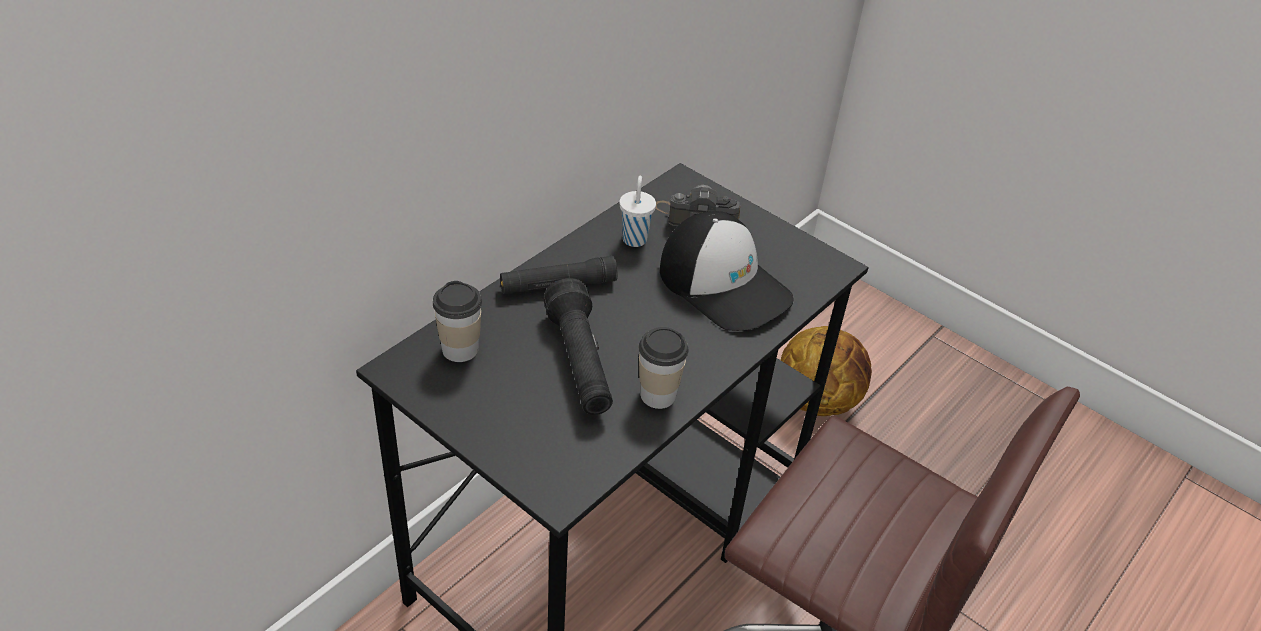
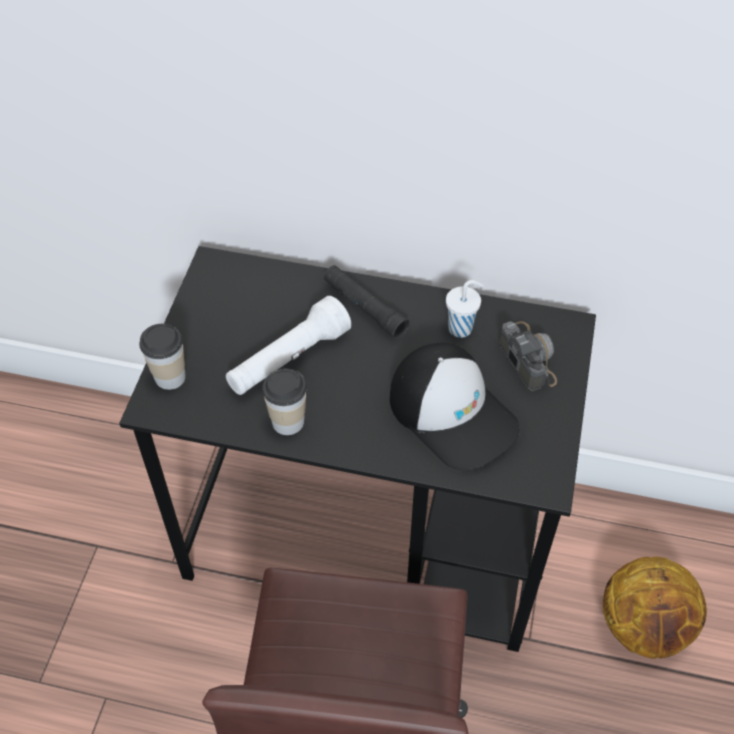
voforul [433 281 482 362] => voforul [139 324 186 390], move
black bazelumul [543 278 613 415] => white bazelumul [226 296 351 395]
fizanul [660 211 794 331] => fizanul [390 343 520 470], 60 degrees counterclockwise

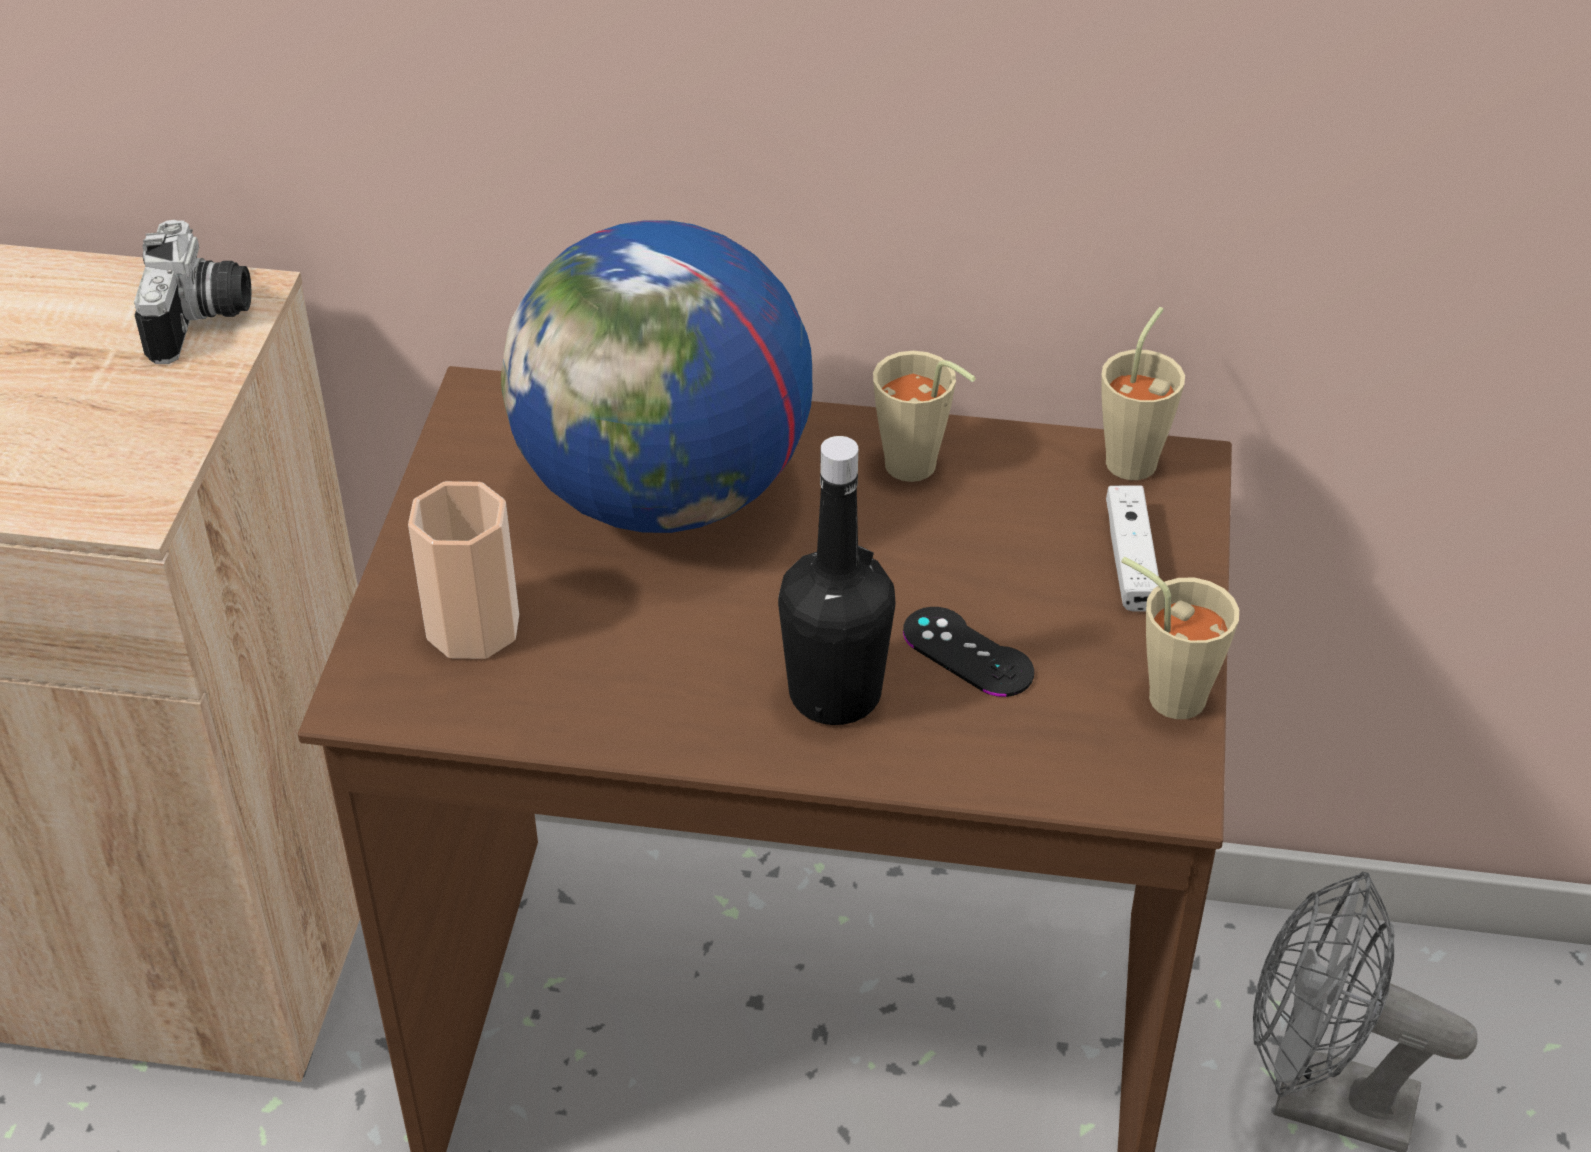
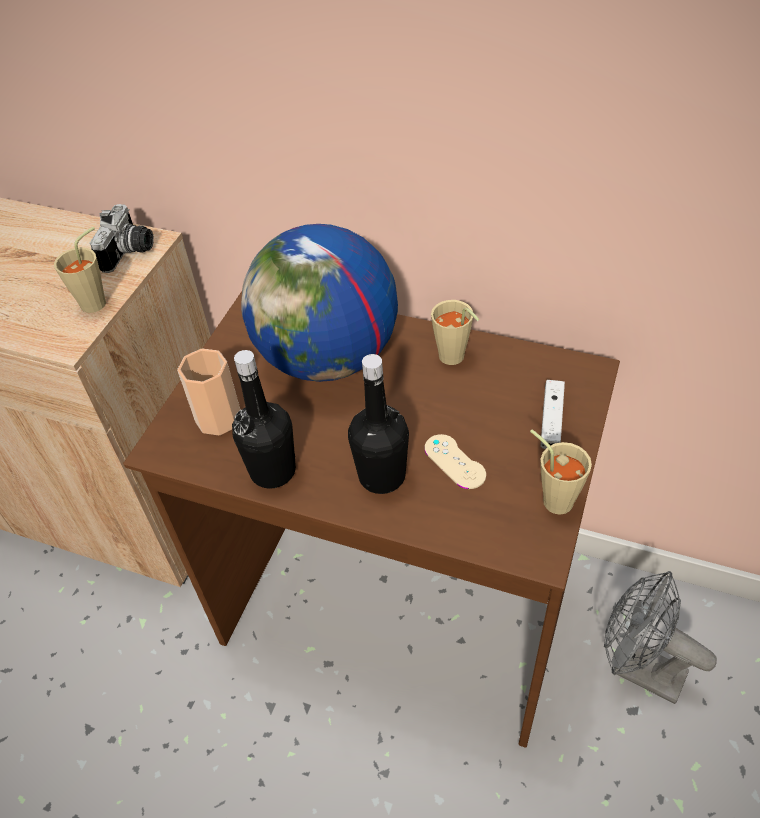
nothing => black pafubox [232 350 296 489]
beige voforul [1101 307 1185 480] => beige voforul [54 227 106 313], move
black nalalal [903 607 1034 697] => beige nalalal [425 434 486 489]

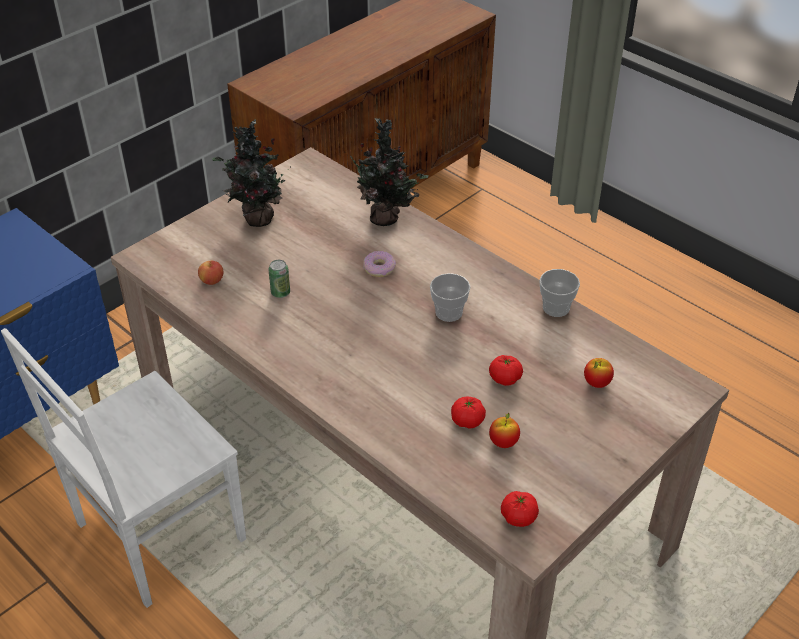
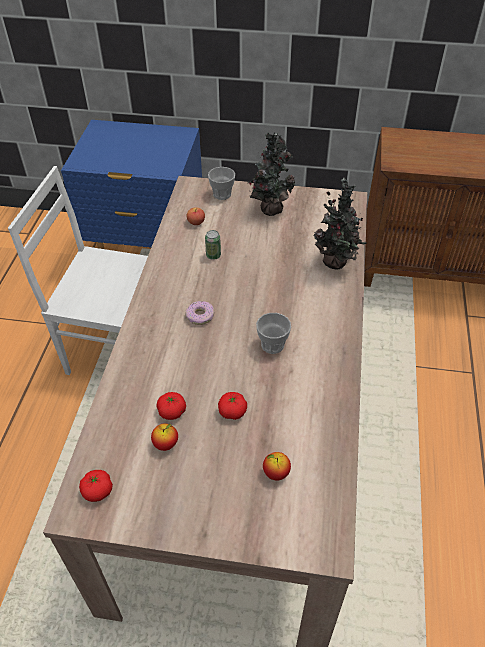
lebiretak [363 251 396 277] => lebiretak [185 301 215 325], move
voforul [539 269 580 317] => voforul [208 167 235 200], move

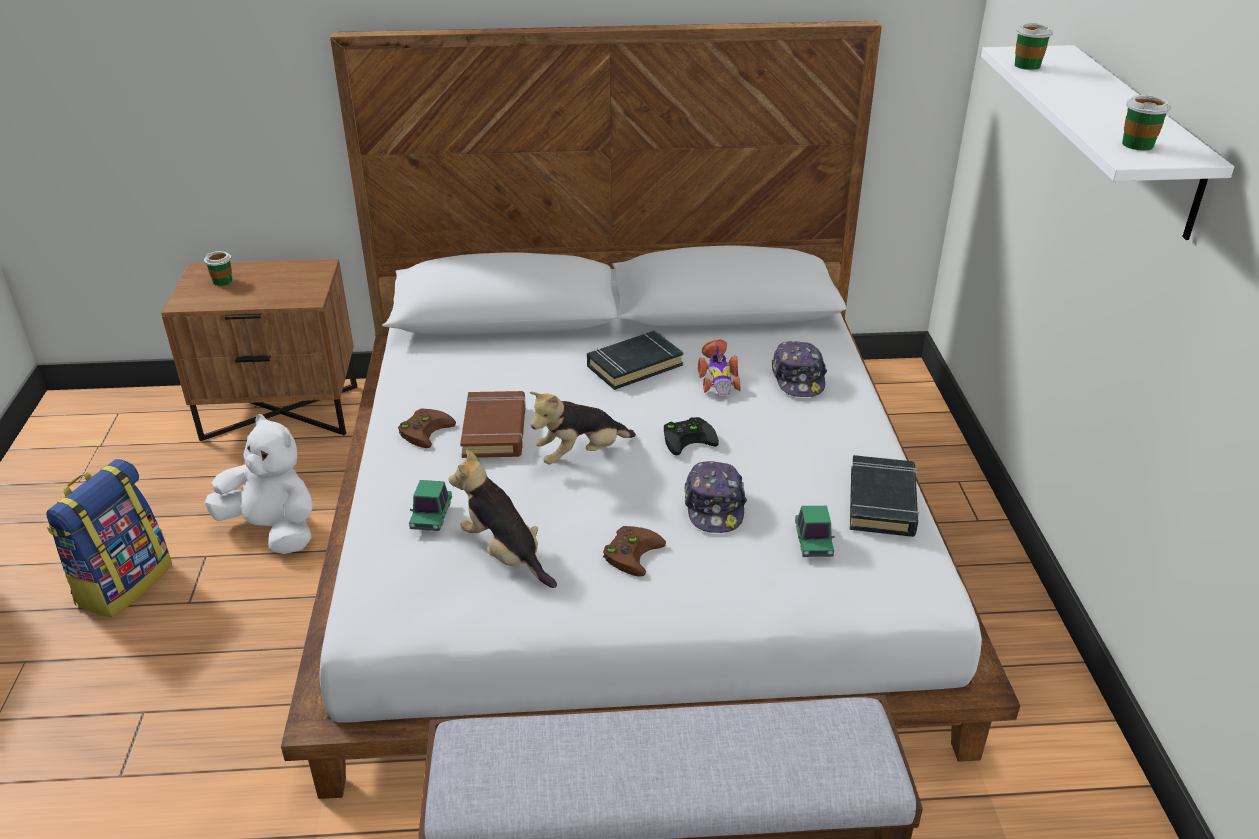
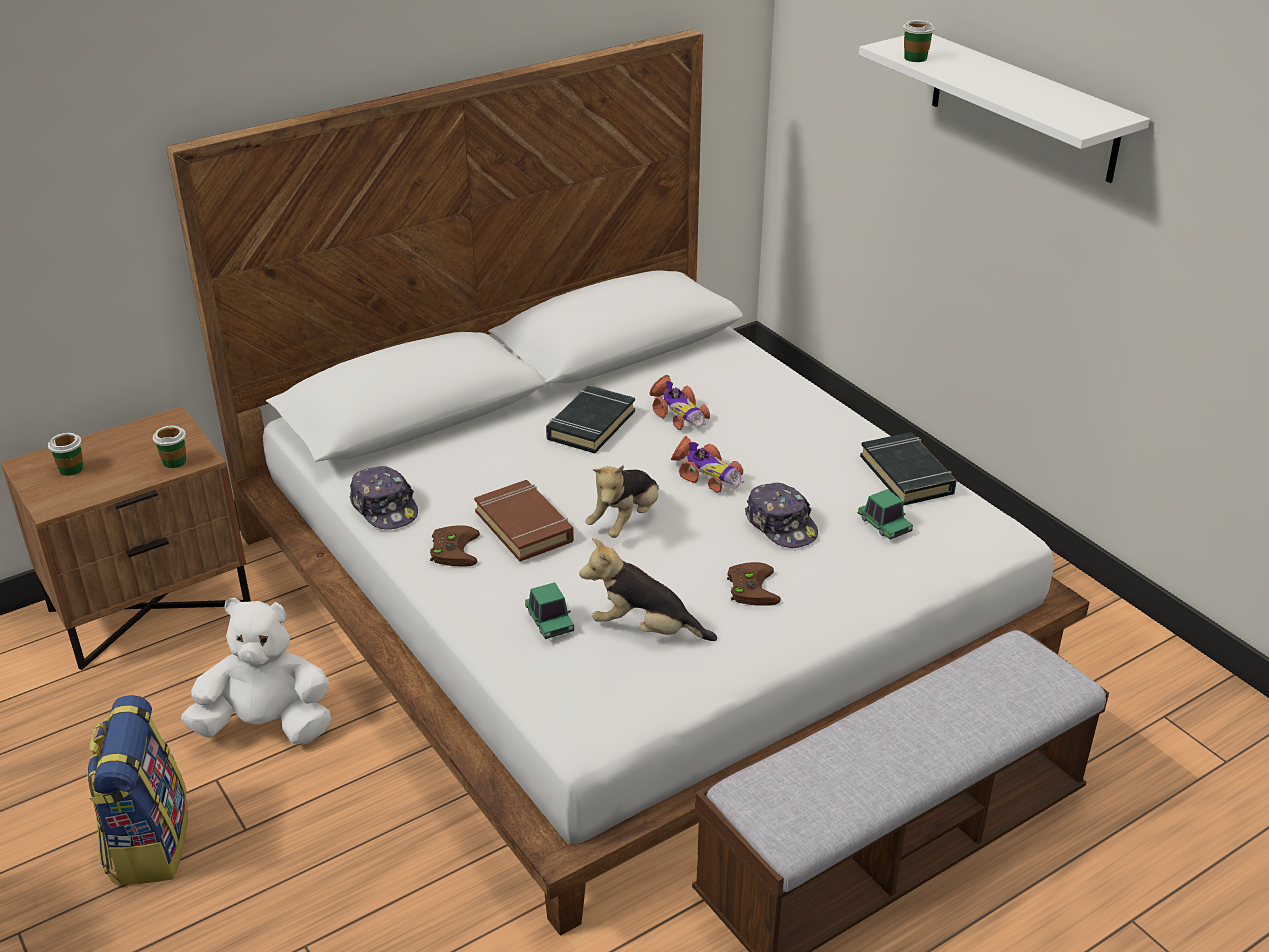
fizanul [772 341 827 397] => fizanul [350 466 418 530], move
voforul [1122 95 1171 151] => voforul [152 426 186 468], move
black nalalal [664 417 719 456] => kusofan [671 436 744 493]

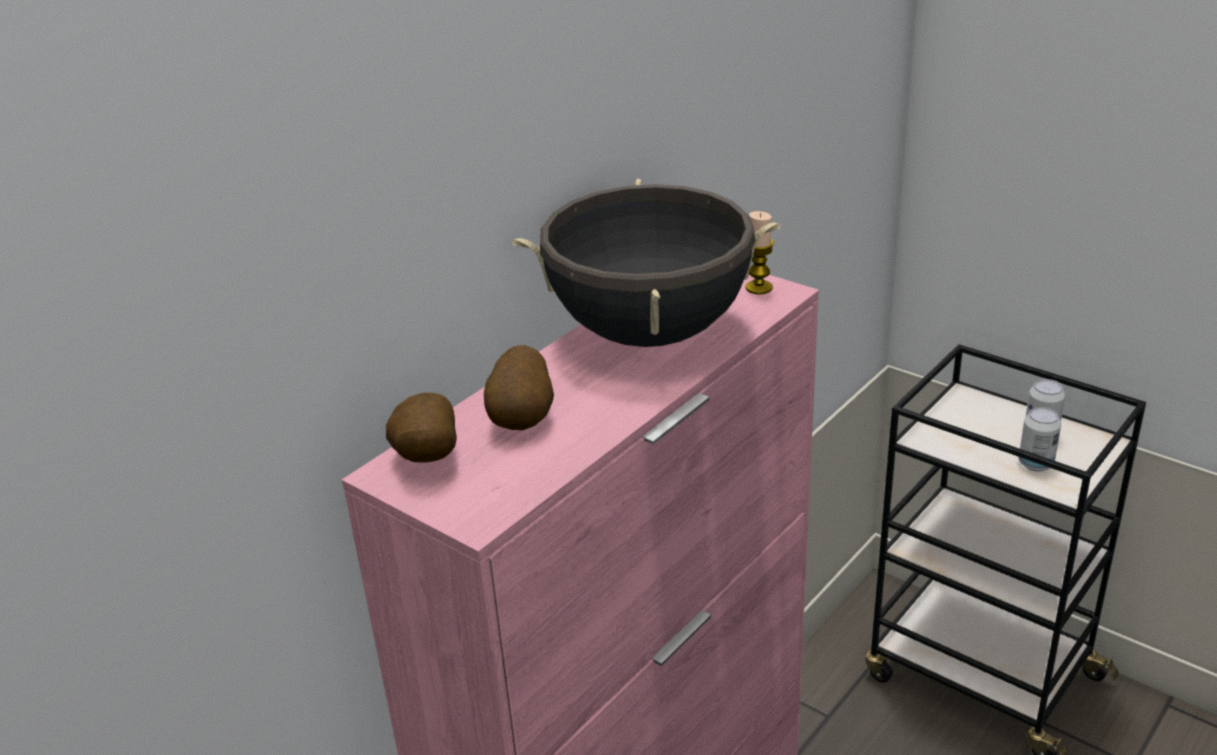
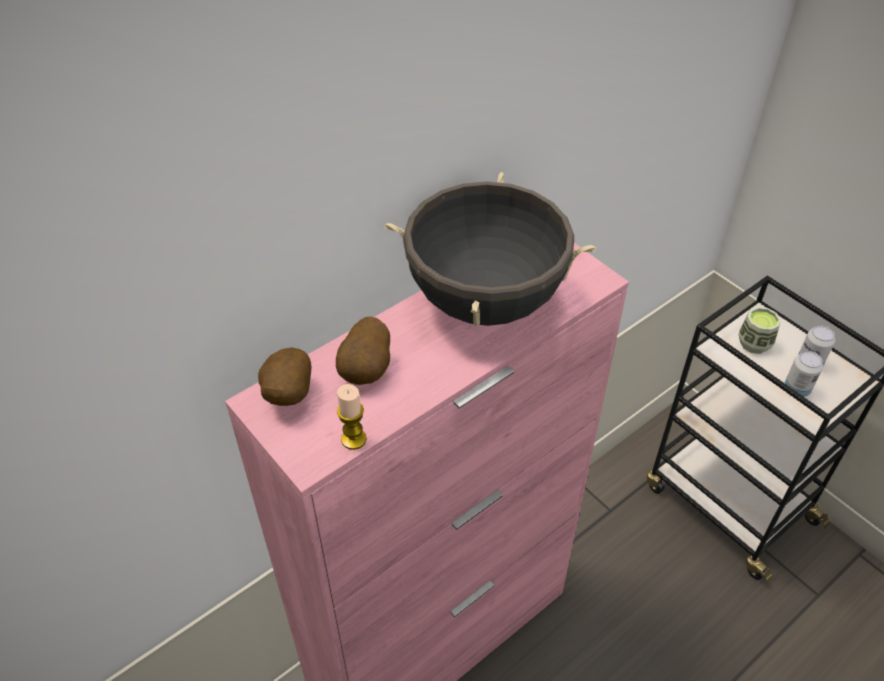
nothing => voforul [738 307 781 354]
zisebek [746 211 774 295] => zisebek [337 384 367 450], move

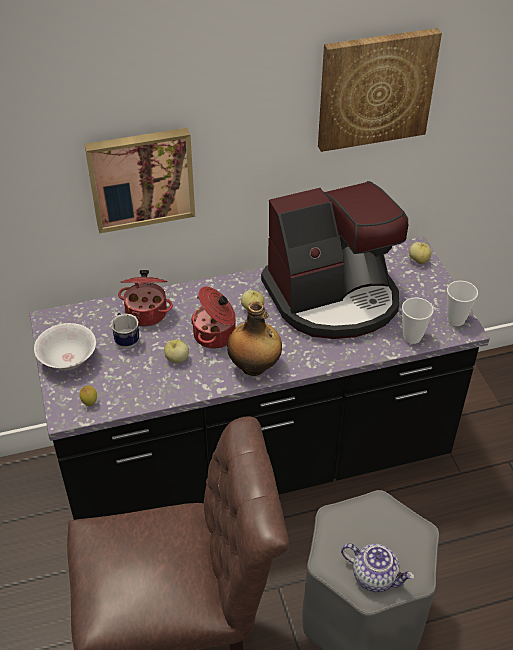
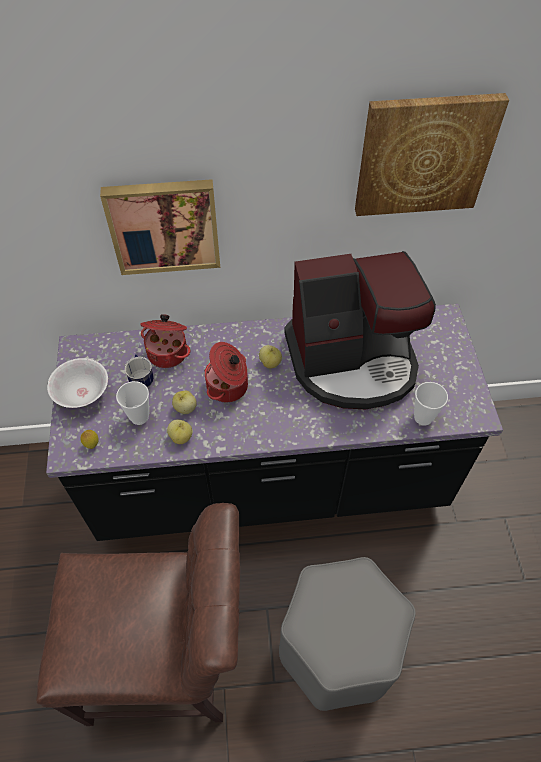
pafubox [227 301 282 376] => nothing
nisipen [341 543 414 592] => nothing
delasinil [409 242 431 264] => delasinil [167 419 192 444], move
voforul [447 281 478 326] => voforul [116 381 149 425], move

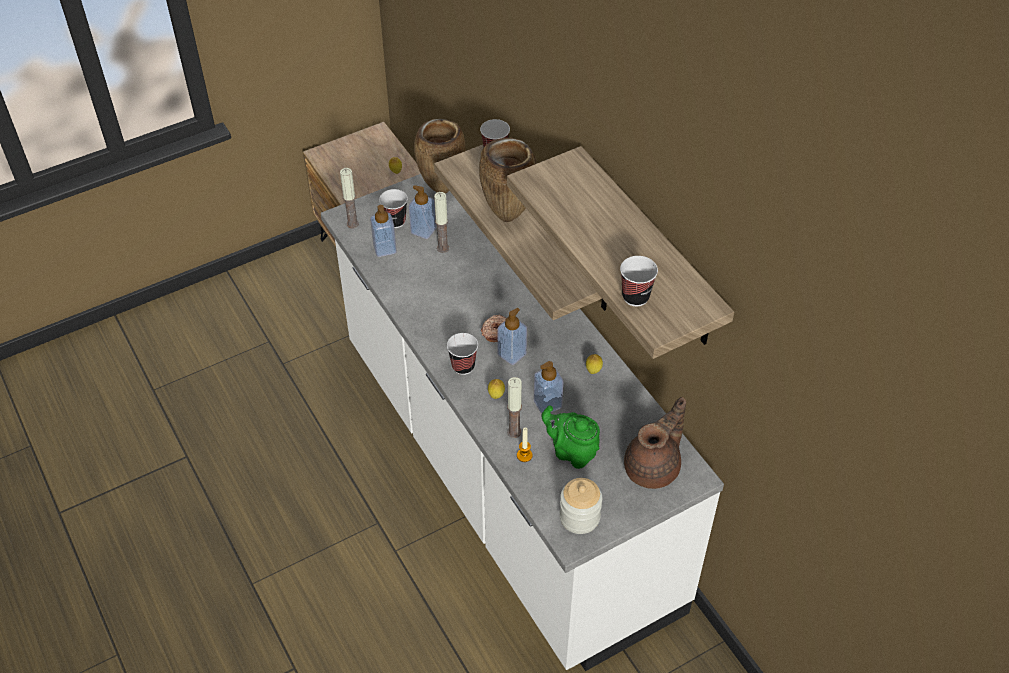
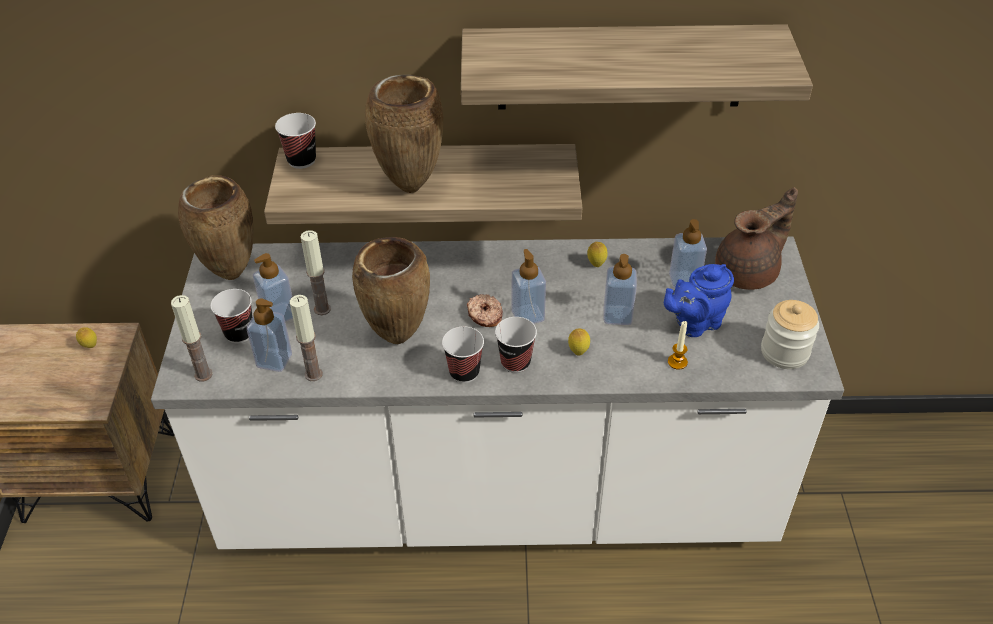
nothing => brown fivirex [352 237 430 344]
nothing => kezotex [669 219 707 289]
zisebek [507 377 522 438] => zisebek [290 295 323 381], move
voforul [620 256 658 306] => voforul [442 326 484 383], move
green nisipen [542 405 600 469] => blue nisipen [664 264 734 337]
brown nisipen [624 397 686 489] => brown nisipen [715 187 798 290], 75 degrees clockwise

